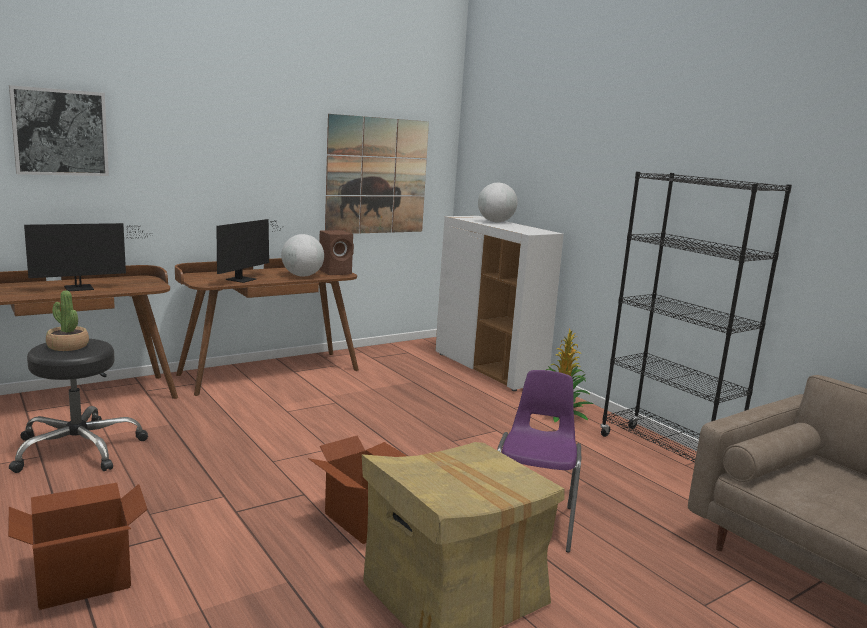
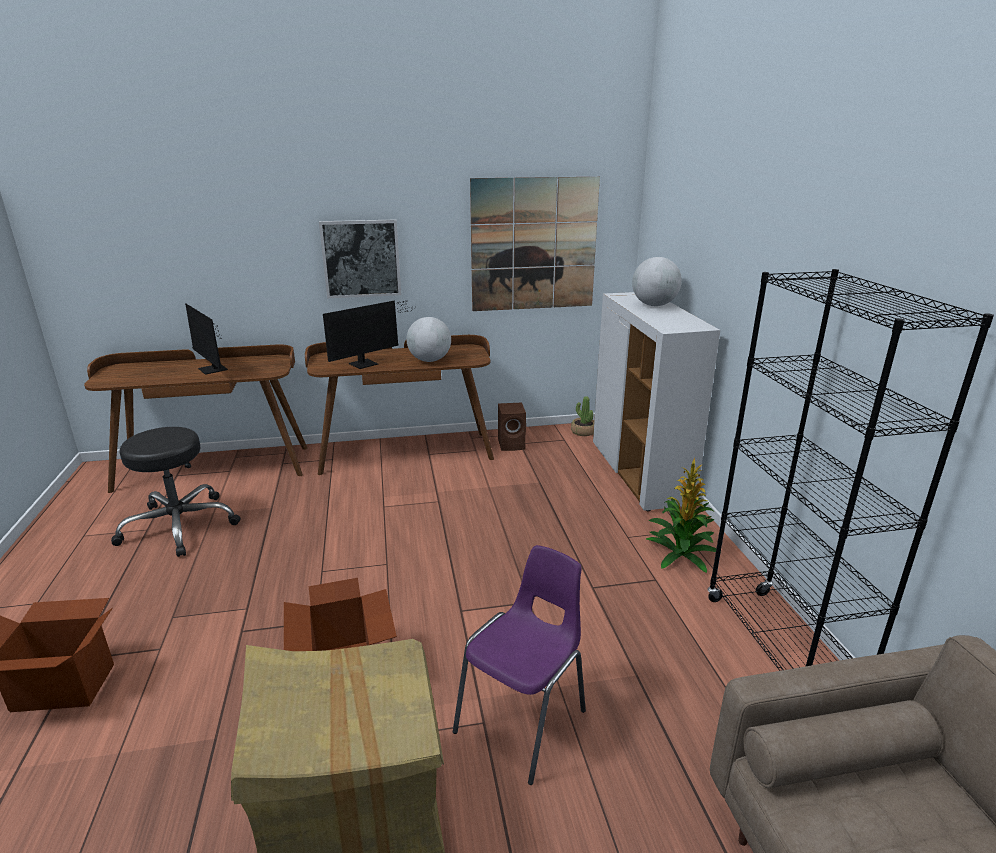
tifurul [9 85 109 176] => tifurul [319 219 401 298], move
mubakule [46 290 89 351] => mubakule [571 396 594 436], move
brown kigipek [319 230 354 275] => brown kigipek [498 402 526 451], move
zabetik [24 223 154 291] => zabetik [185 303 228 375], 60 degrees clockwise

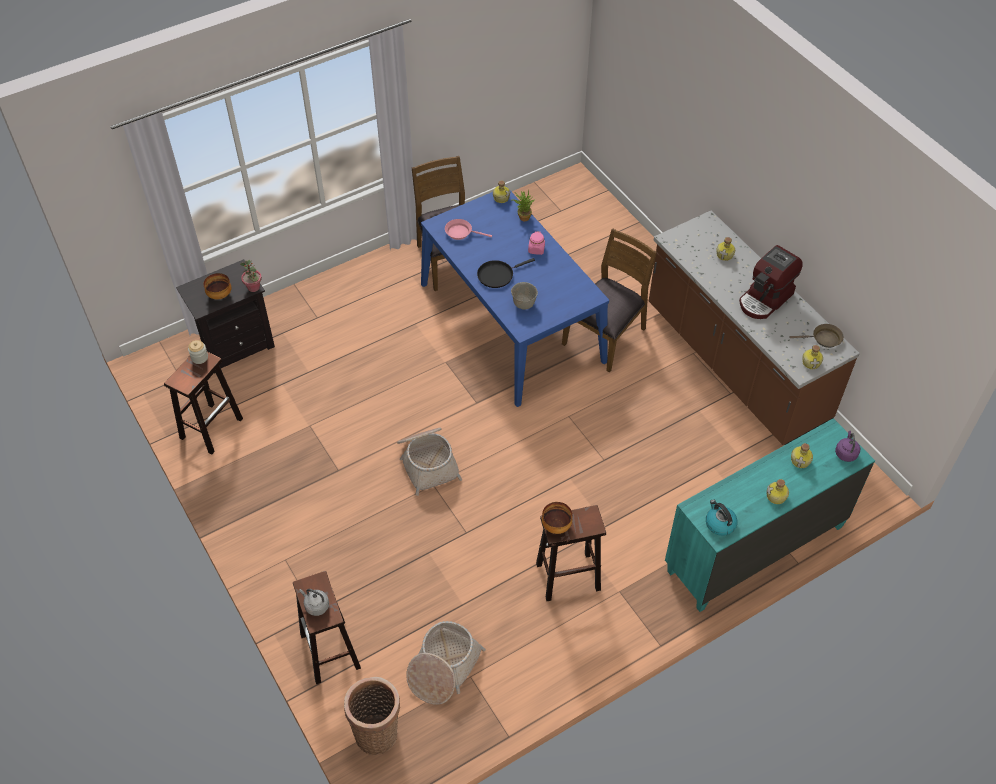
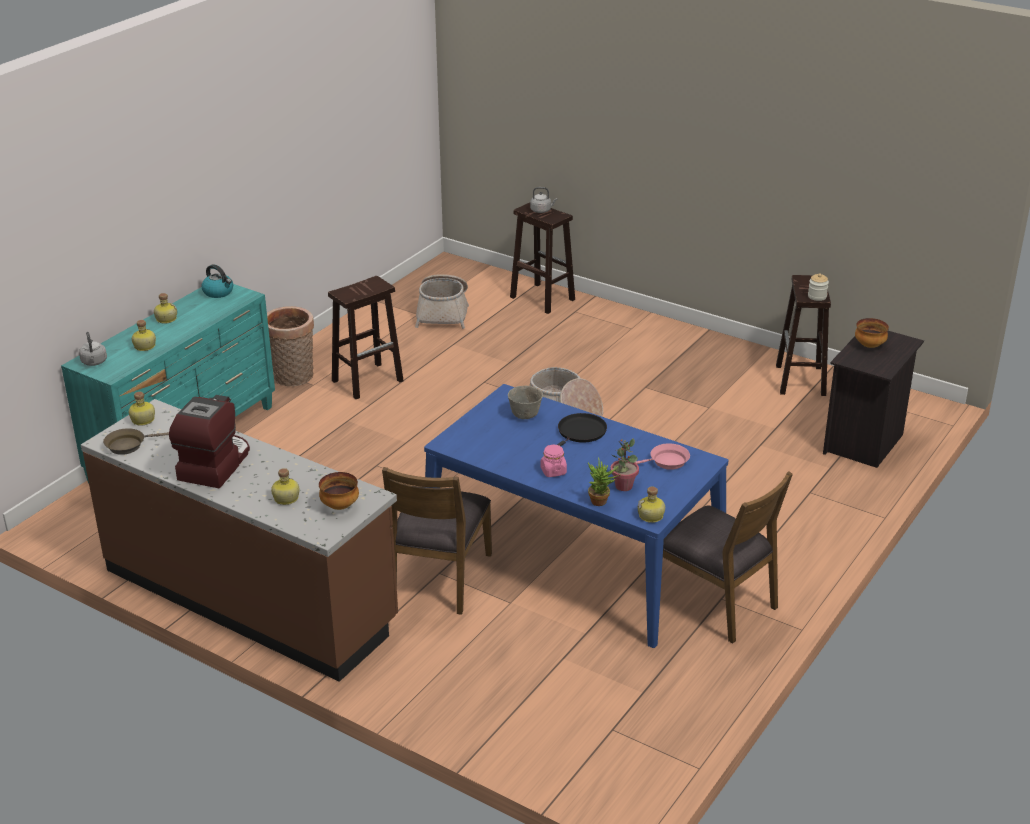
mubakule [240 260 262 292] => mubakule [610 439 639 491], move
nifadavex [344 677 400 755] => nifadavex [267 306 314 386], move
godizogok [542 502 573 534] => godizogok [319 472 359 510], move
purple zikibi [835 431 860 462] => grey zikibi [79 332 107 366]

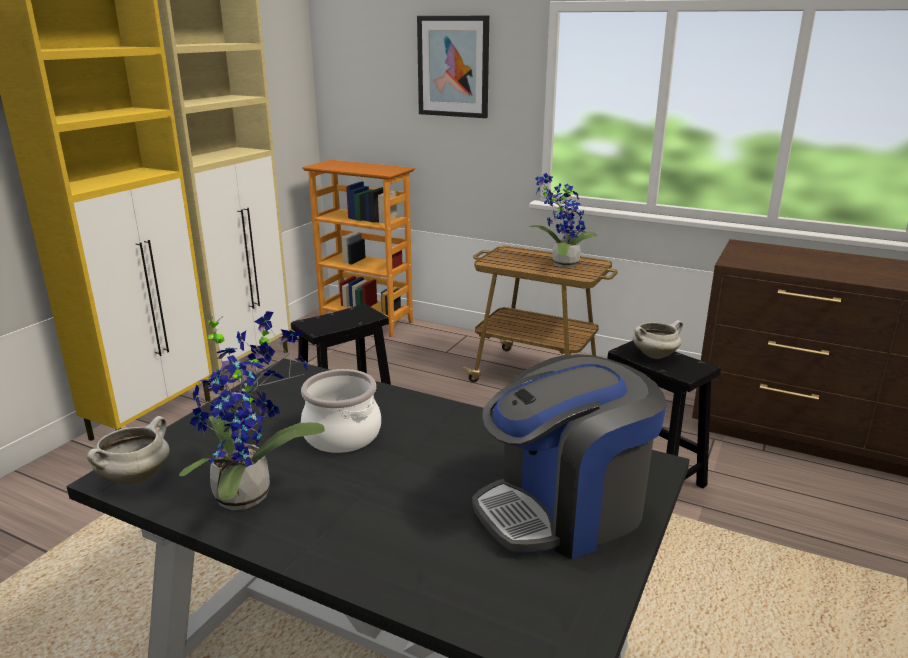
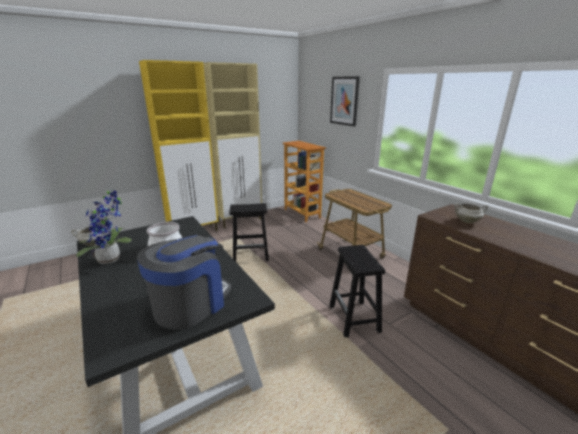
mubakule [529 173 597 268] => nothing
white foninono [633 320 683 359] => white foninono [454 203 488 223], move
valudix [472 354 667 559] => valudix [137 234 231 330], 120 degrees clockwise

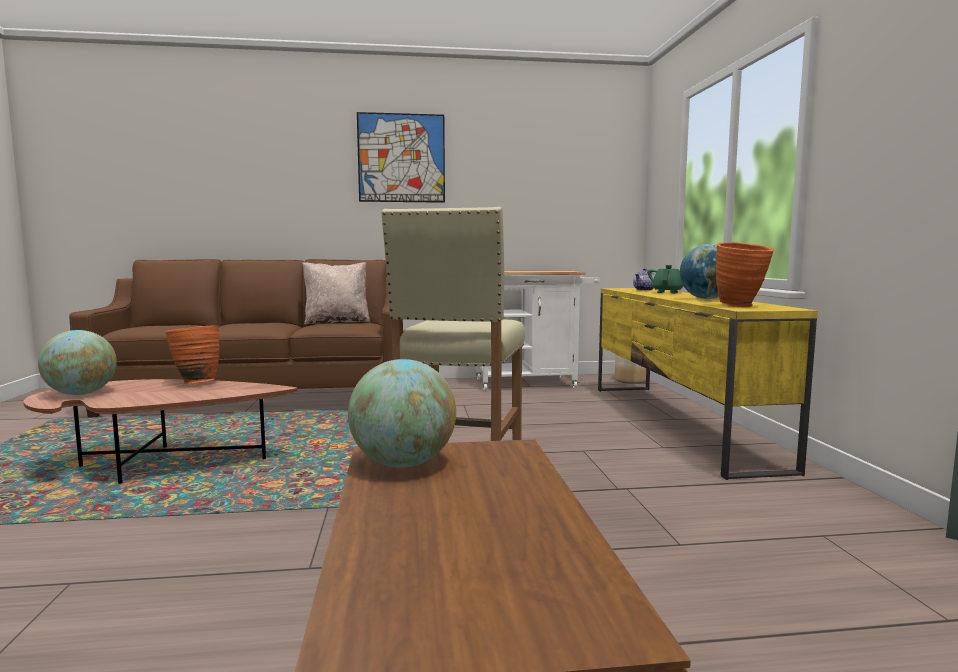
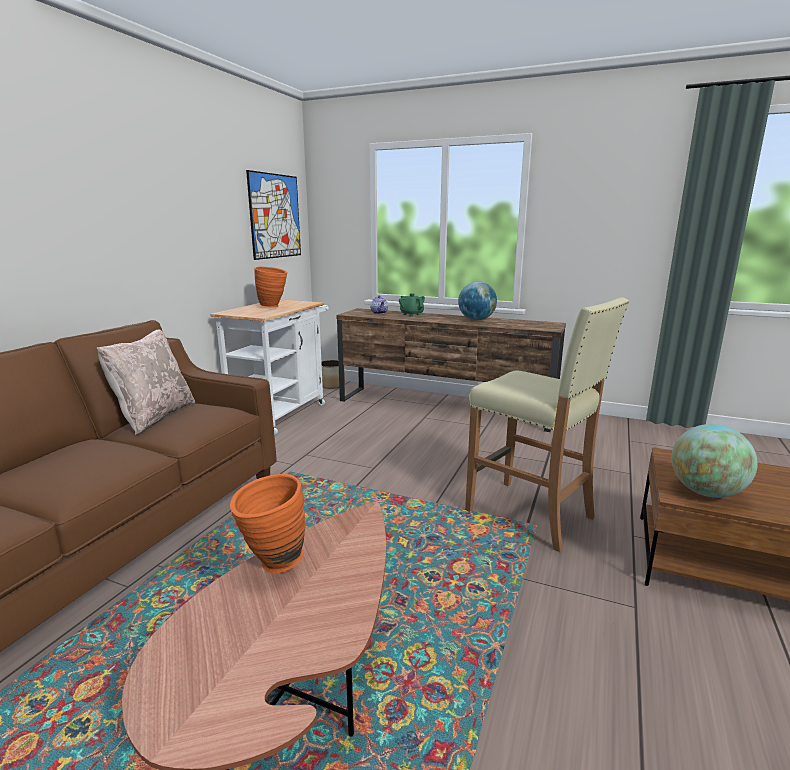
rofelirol [38 330 117 395] => nothing
tifurul [357 112 445 203] => tifurul [246 170 301 260], move
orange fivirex [716 242 774 307] => orange fivirex [254 266 288 308], move
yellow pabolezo [598 288 818 480] => brown pabolezo [336 308 566 432]

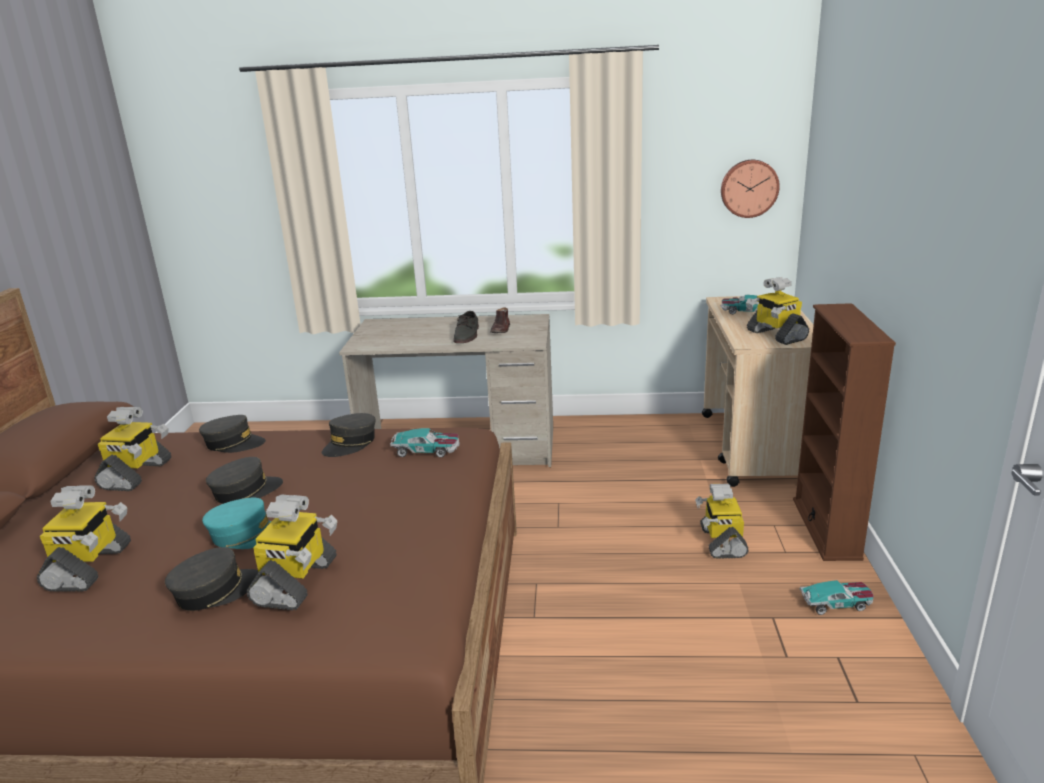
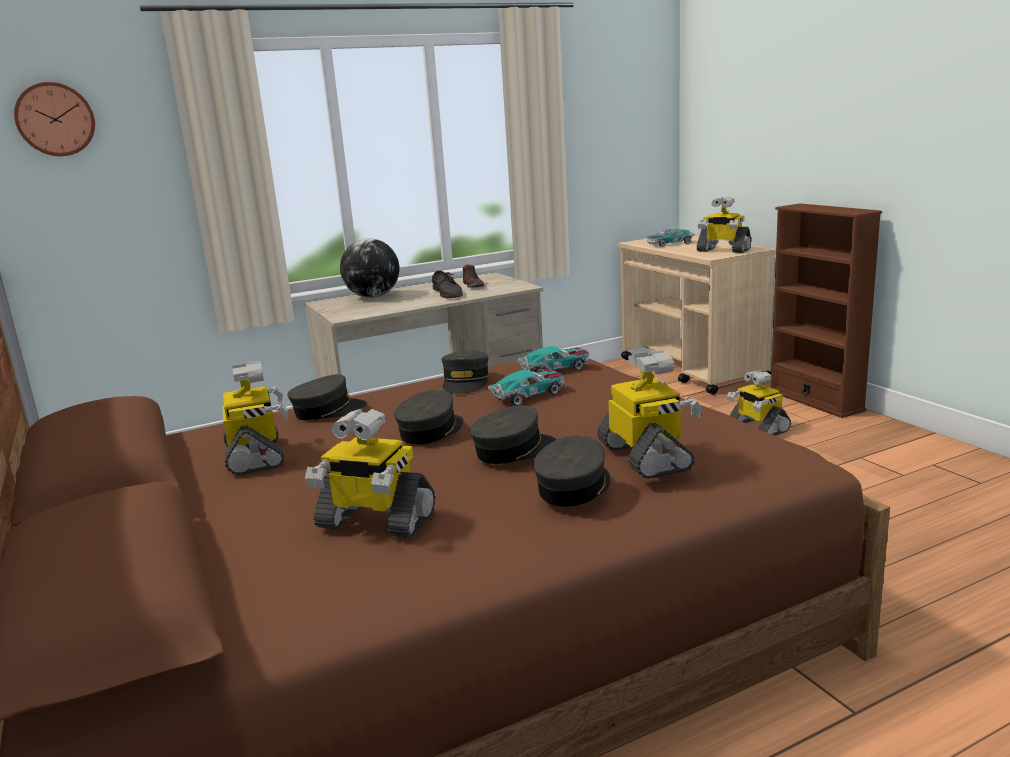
nothing => rofelirol [340 238 399 298]
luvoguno [721 160 780 218] => luvoguno [14 82 95 156], move
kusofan [800 580 874 615] => kusofan [488 370 564 406], move
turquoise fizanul [202 498 272 549] => grey fizanul [469 405 557 464]
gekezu [37 485 131 592] => gekezu [305 409 435 538], 135 degrees clockwise

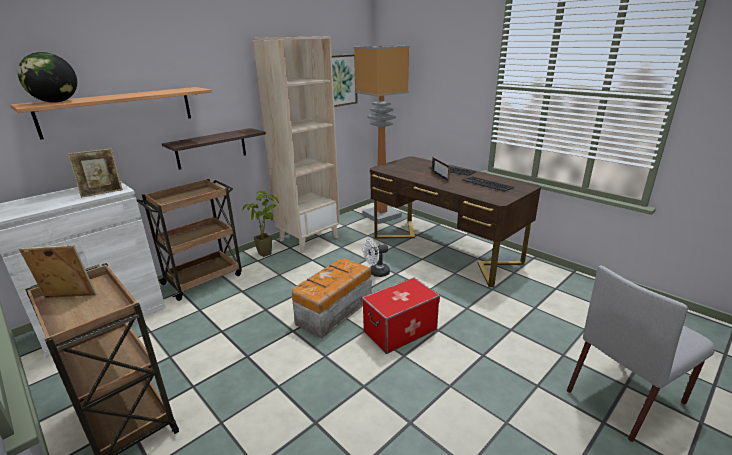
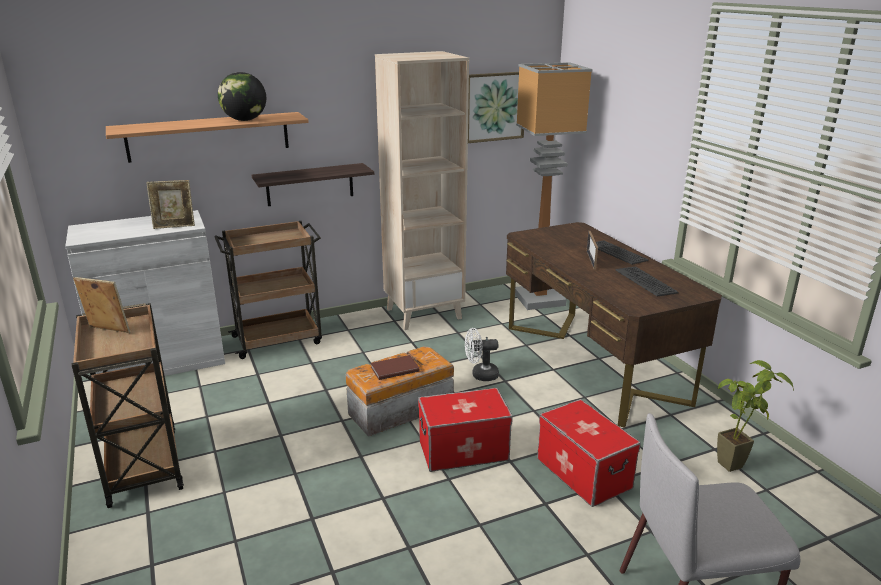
nothing => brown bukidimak [371 355 420 380]
nothing => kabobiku [537 399 641 507]
rofelirol [18 52 77 103] => rofelirol [218 72 266 121], move
mubakule [243 191 279 257] => mubakule [717 360 794 472], move

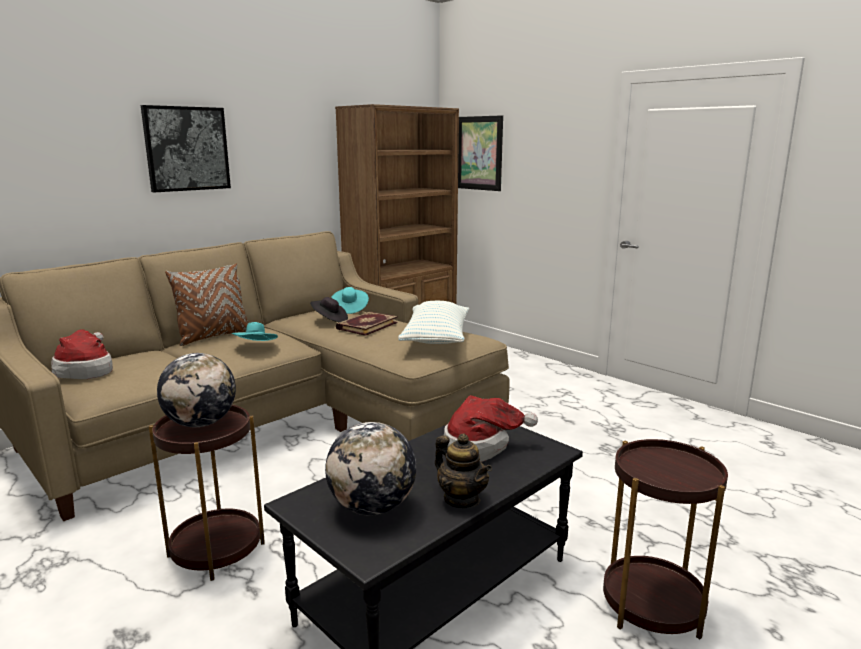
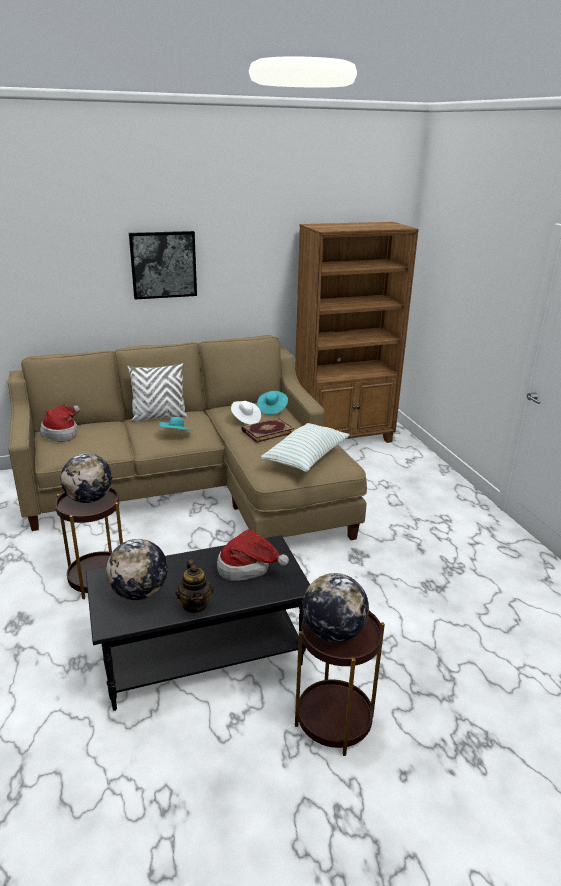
tifurul [458 115 503 191] => nothing
nothing => rofelirol [302 573 369 642]
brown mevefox [165 263 248 346] => white mevefox [128 363 188 422]
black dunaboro [310 297 348 323] => white dunaboro [231 401 261 425]

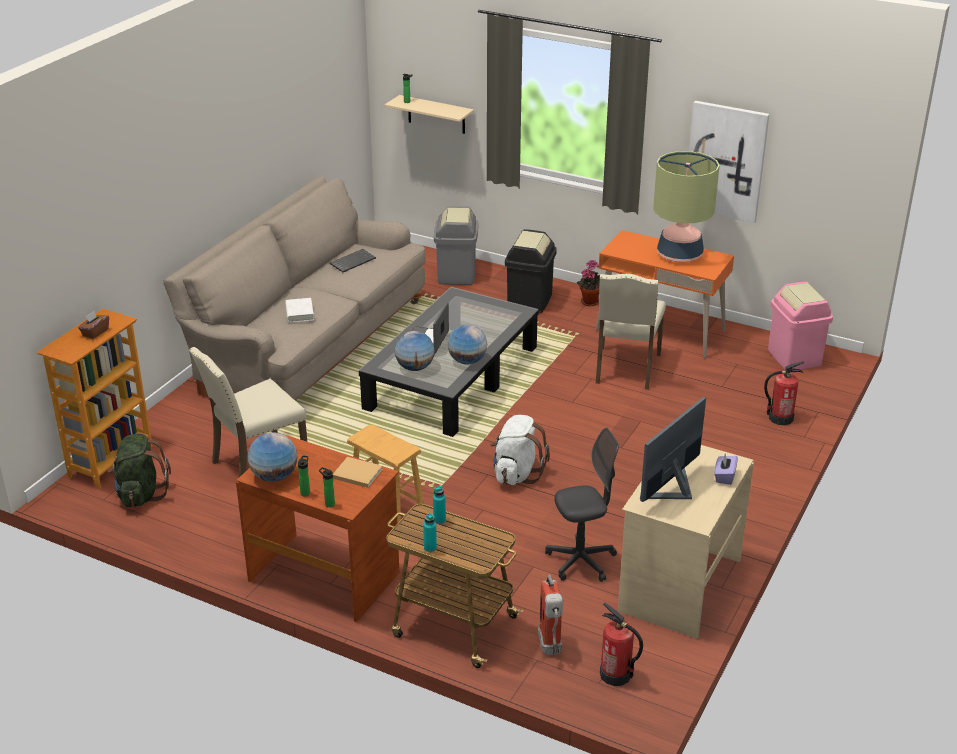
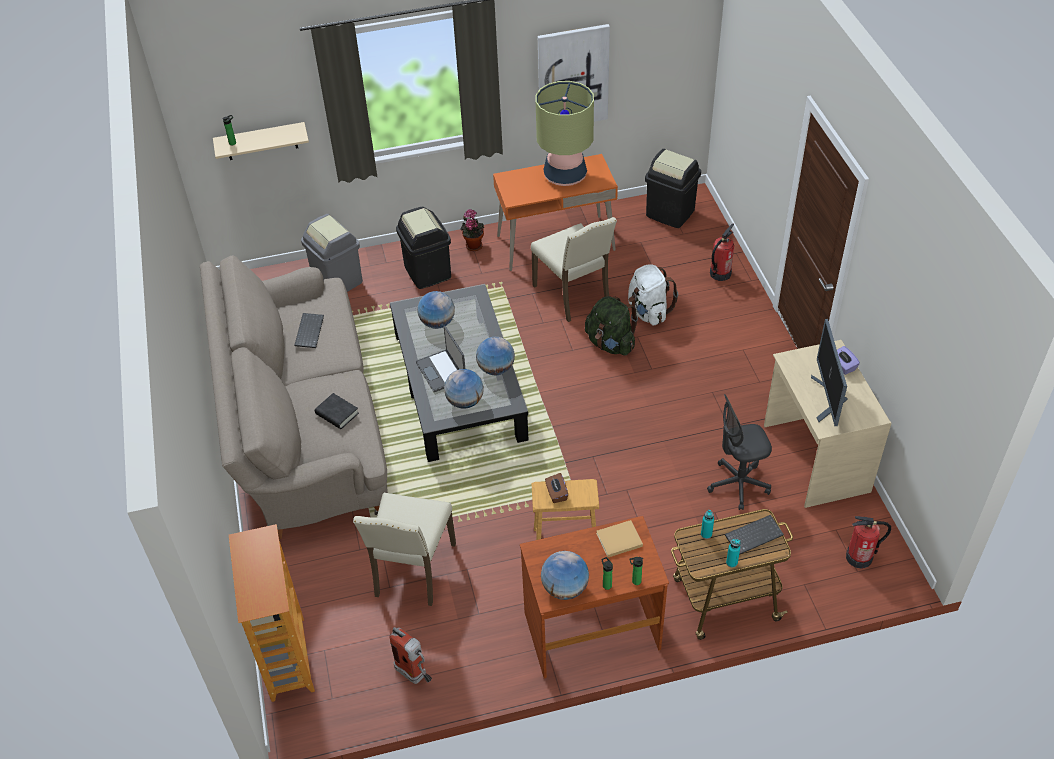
nothing => rofelirol [418 291 455 329]
nothing => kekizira [725 515 784 555]
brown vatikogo [78 311 109 339] => brown vatikogo [545 473 568 503], move
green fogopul [108 434 171 507] => green fogopul [585 296 638 356], move
white fogopul [490 415 550 485] => white fogopul [628 264 678 326], move
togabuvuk [538 574 563 655] => togabuvuk [389 627 432 684], move
white bukidimak [285 298 314 323] => black bukidimak [315 393 359 429]
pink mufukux [768 282 833 370] => black mufukux [645 149 701 228]
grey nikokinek [545 428 619 582] => grey nikokinek [707 394 772 510], 135 degrees counterclockwise

